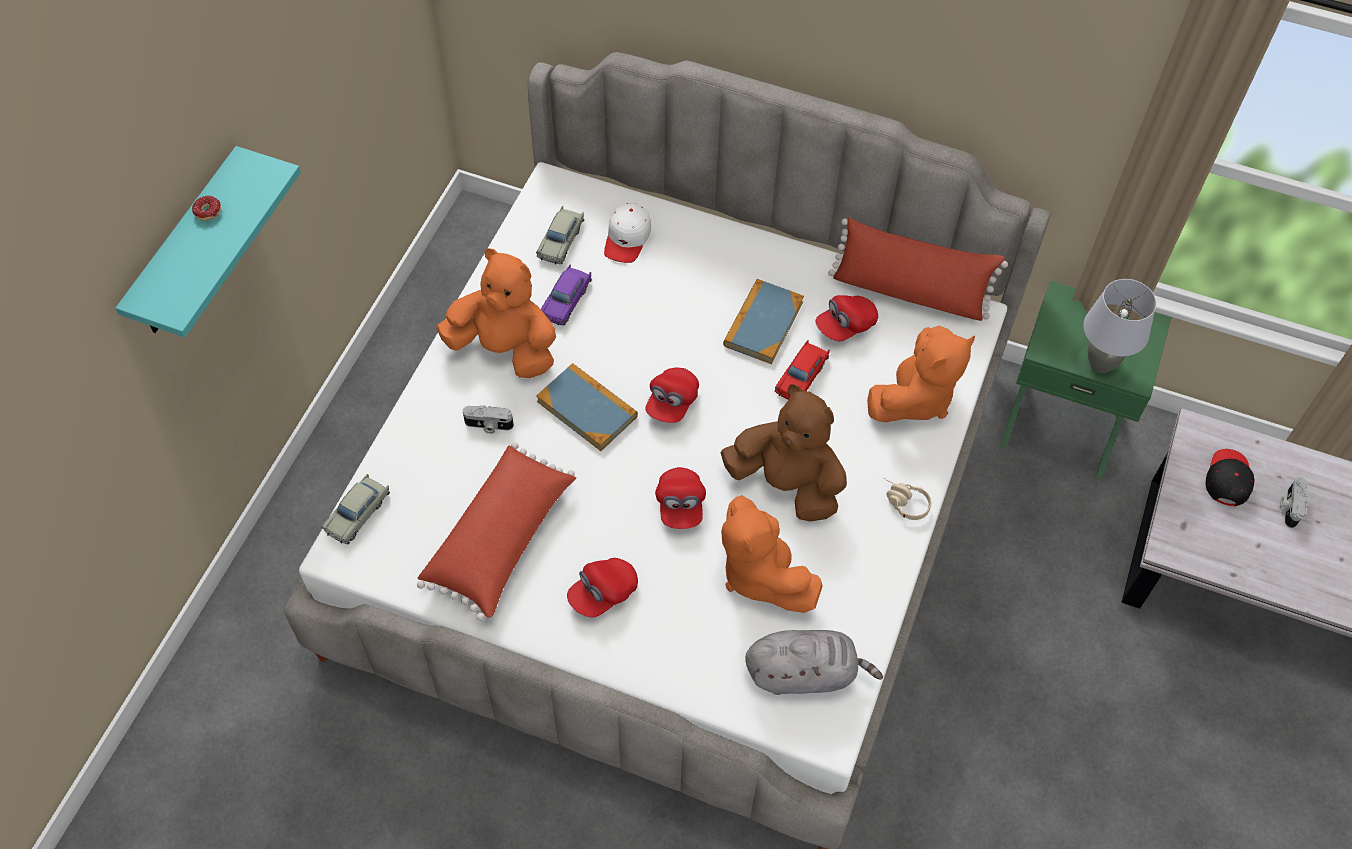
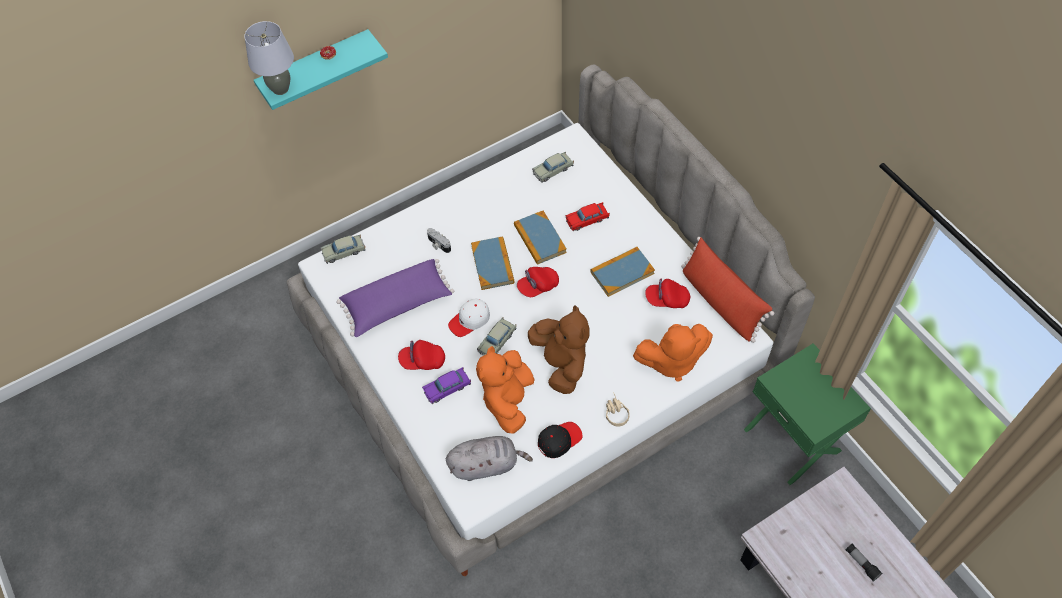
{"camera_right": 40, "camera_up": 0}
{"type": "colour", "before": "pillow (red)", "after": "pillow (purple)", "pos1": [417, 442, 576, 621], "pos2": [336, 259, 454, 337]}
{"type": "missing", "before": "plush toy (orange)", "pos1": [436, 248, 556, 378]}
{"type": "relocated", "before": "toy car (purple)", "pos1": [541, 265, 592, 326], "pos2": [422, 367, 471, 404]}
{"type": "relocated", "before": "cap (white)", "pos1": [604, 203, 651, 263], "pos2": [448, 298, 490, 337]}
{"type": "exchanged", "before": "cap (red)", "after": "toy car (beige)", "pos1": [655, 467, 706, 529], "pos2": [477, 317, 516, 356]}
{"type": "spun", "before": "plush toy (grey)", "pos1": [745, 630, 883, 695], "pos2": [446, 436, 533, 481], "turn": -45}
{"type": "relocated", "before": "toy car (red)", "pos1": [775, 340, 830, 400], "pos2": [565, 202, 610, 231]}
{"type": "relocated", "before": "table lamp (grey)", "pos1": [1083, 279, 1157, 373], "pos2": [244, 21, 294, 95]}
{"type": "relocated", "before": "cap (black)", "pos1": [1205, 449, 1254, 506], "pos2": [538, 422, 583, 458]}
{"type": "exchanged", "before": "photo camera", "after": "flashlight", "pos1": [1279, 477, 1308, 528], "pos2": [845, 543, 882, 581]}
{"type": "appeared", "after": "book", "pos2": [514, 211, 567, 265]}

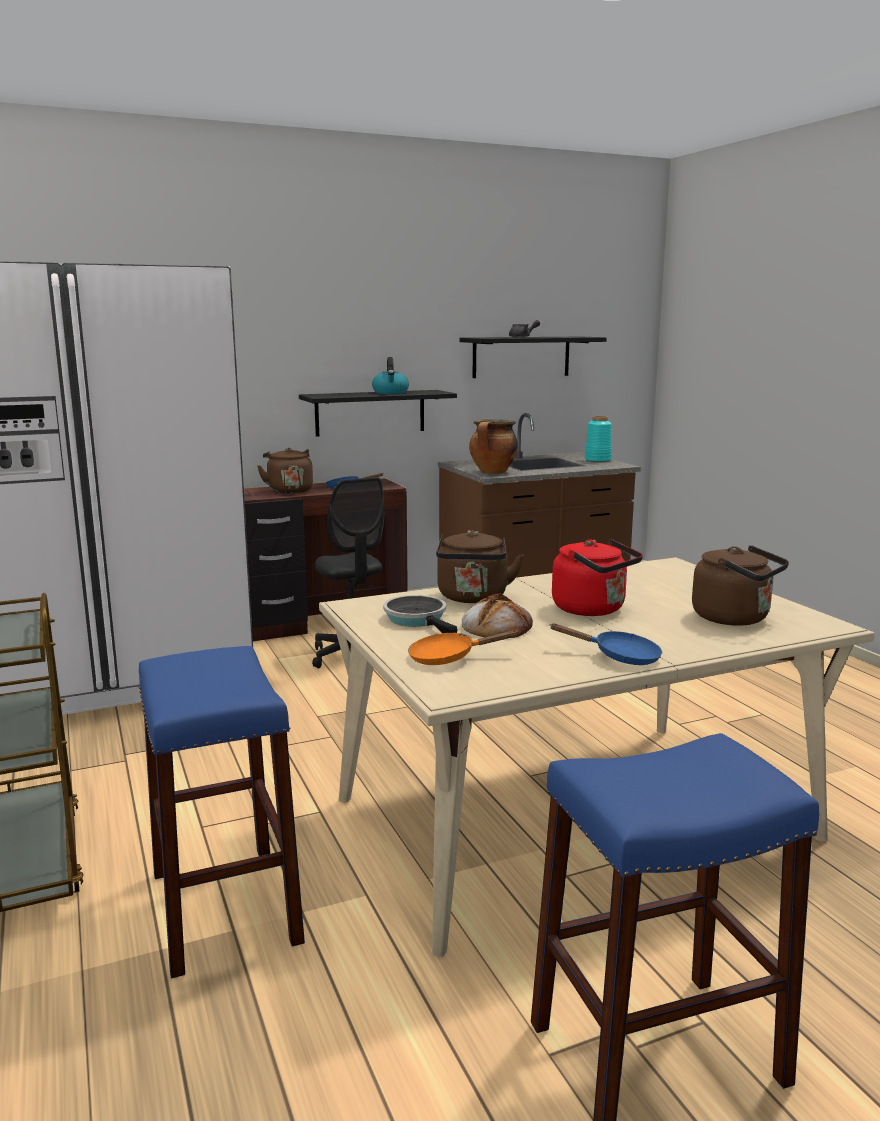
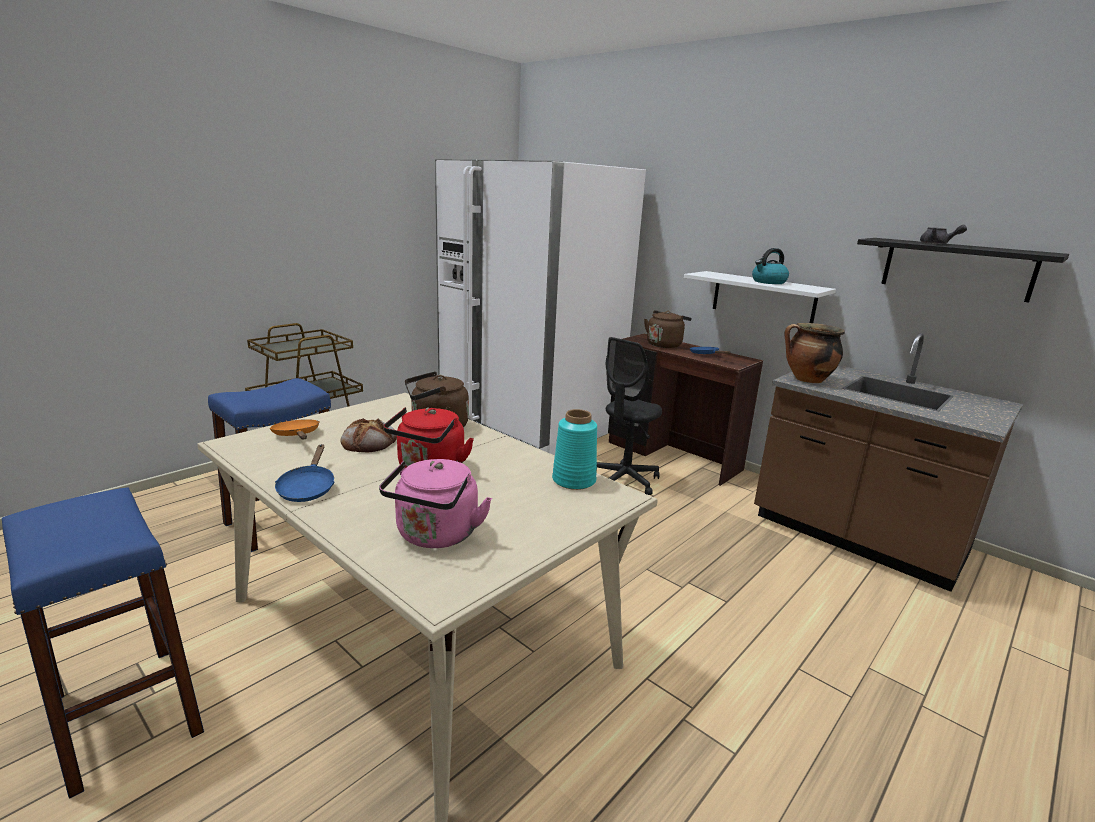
{"camera_right": 65, "camera_up": 5}
{"type": "colour", "before": "shelf (black)", "after": "shelf (white)", "pos1": [299, 390, 457, 437], "pos2": [684, 271, 836, 323]}
{"type": "missing", "before": "frying pan", "pos1": [383, 595, 457, 633]}
{"type": "relocated", "before": "vase (turquoise)", "pos1": [585, 416, 612, 462], "pos2": [552, 409, 597, 490]}
{"type": "colour", "before": "kettle (brown)", "after": "kettle (pink)", "pos1": [692, 545, 789, 626], "pos2": [379, 459, 492, 548]}

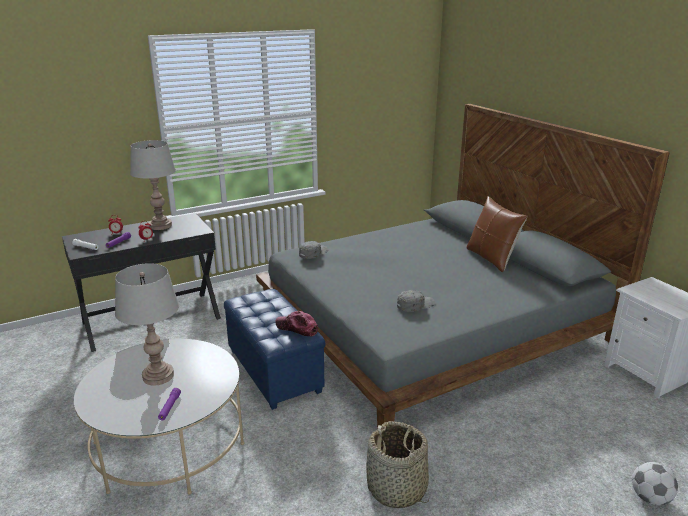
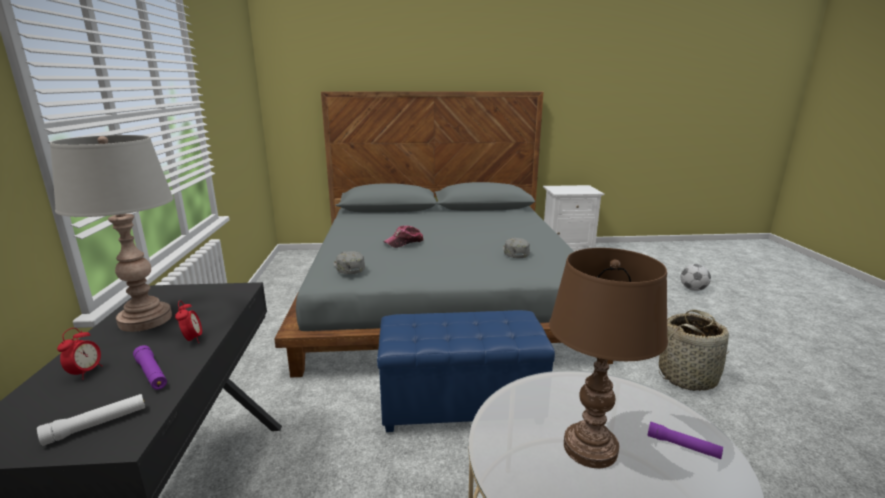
{"camera_right": -65, "camera_up": -5}
{"type": "colour", "before": "table lamp (grey)", "after": "table lamp (brown)", "pos1": [115, 263, 179, 385], "pos2": [549, 248, 668, 468]}
{"type": "relocated", "before": "cap", "pos1": [275, 311, 318, 336], "pos2": [383, 226, 424, 248]}
{"type": "missing", "before": "pillow (brown)", "pos1": [467, 196, 527, 272]}

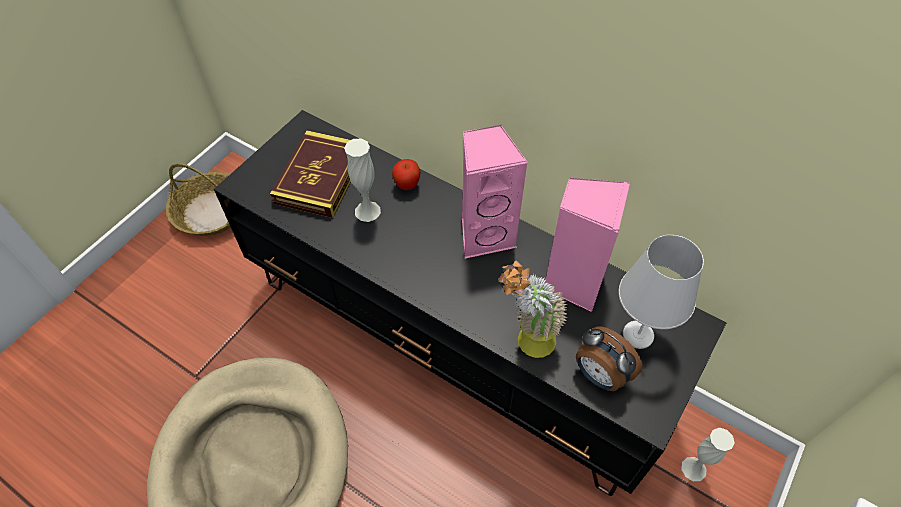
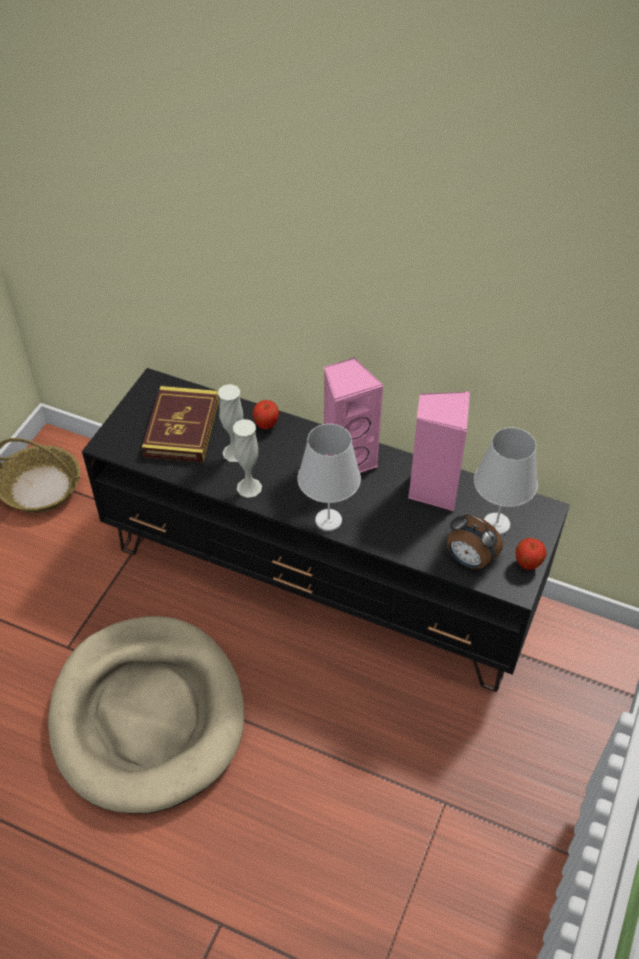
{"camera_right": -10, "camera_up": -5}
{"type": "missing", "before": "potted plant", "pos1": [498, 261, 567, 358]}
{"type": "relocated", "before": "vase (white)", "pos1": [681, 428, 735, 481], "pos2": [233, 419, 262, 498]}
{"type": "appeared", "after": "table lamp (white)", "pos2": [297, 424, 361, 531]}
{"type": "appeared", "after": "apple", "pos2": [516, 538, 547, 570]}

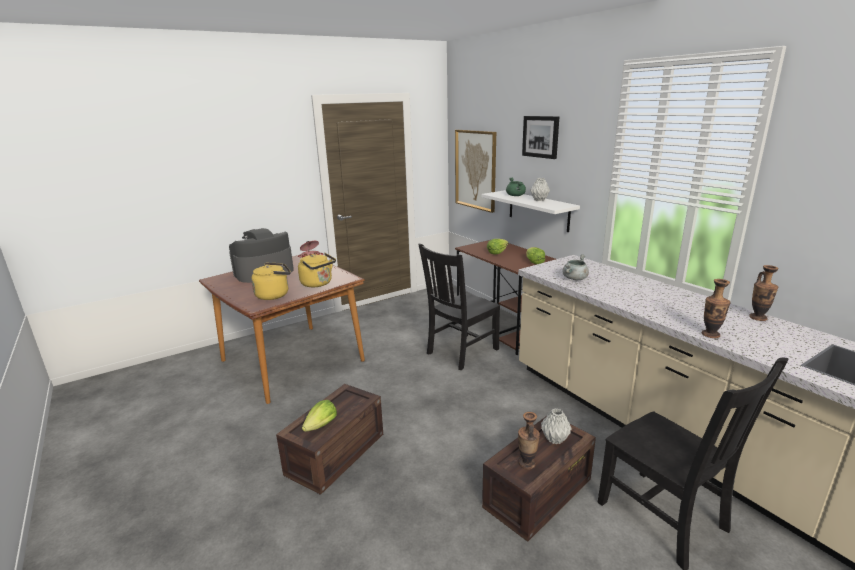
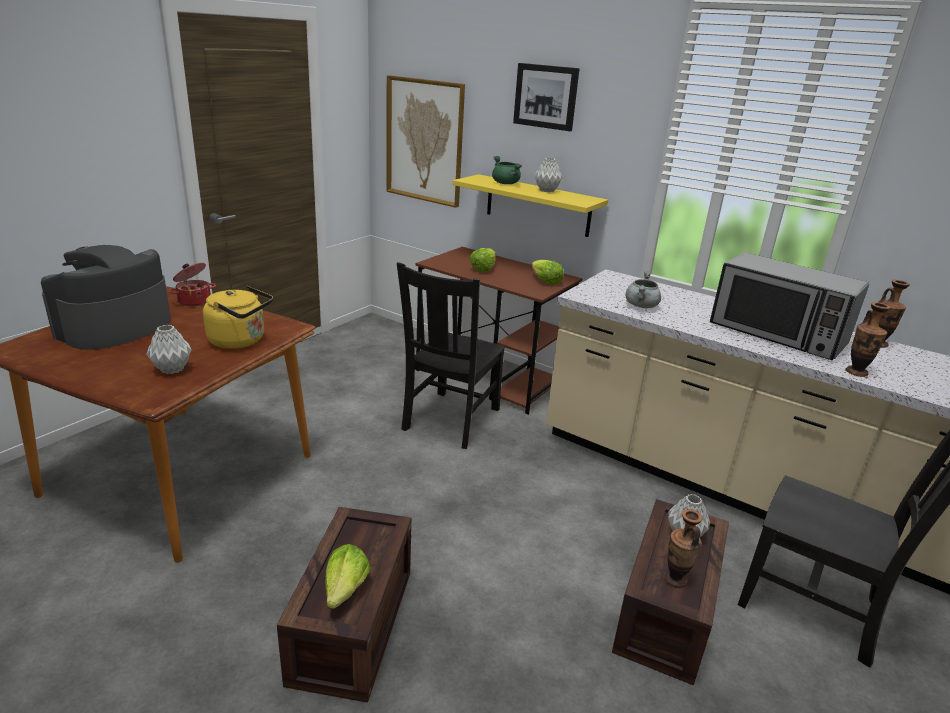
{"camera_right": -25, "camera_up": 5}
{"type": "exchanged", "before": "kettle (yellow)", "after": "vase (grey)", "pos1": [251, 263, 291, 300], "pos2": [146, 325, 192, 374]}
{"type": "colour", "before": "shelf (white)", "after": "shelf (yellow)", "pos1": [481, 190, 580, 232], "pos2": [452, 174, 608, 237]}
{"type": "appeared", "after": "microwave", "pos2": [710, 253, 869, 360]}

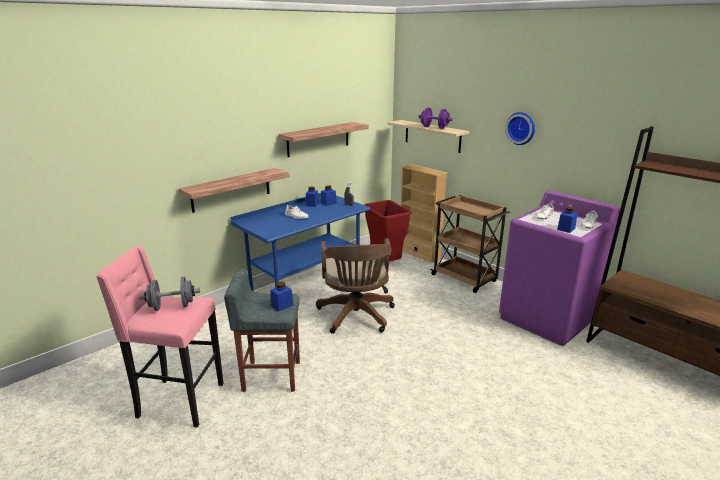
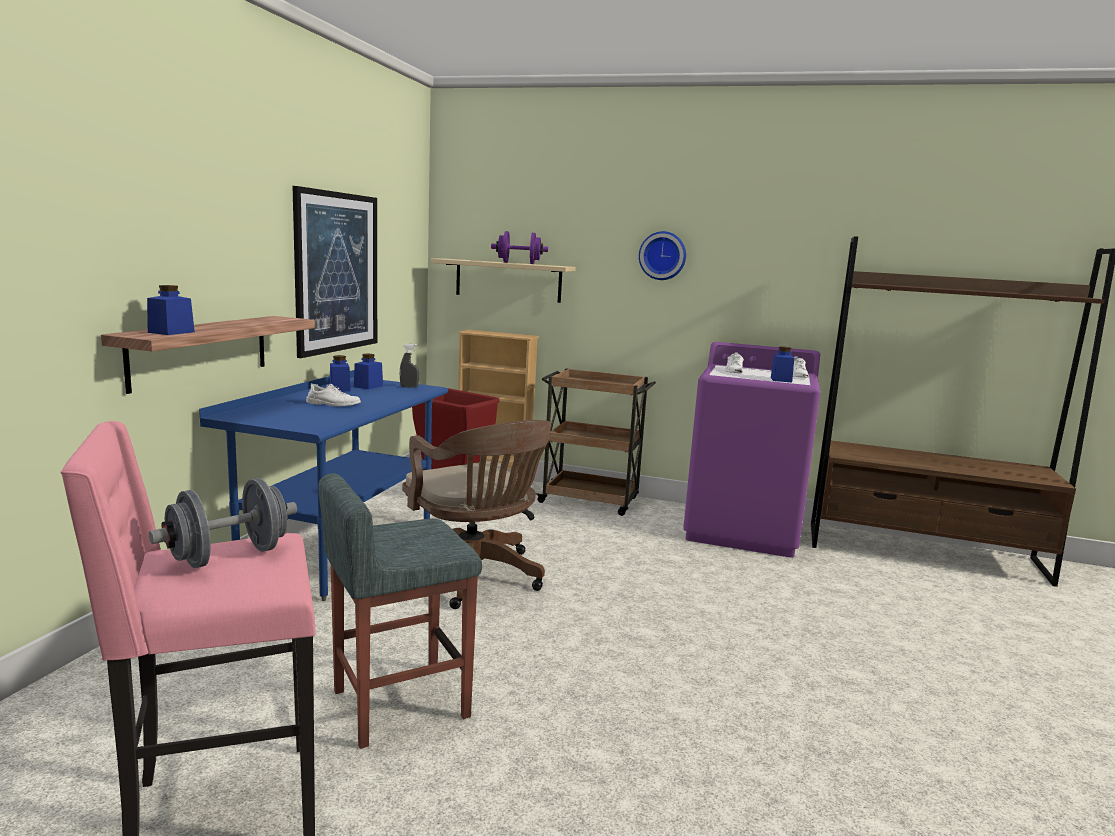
{"camera_right": -30, "camera_up": -10}
{"type": "relocated", "before": "jar (blue)", "pos1": [270, 281, 294, 312], "pos2": [147, 285, 195, 335]}
{"type": "exchanged", "before": "shelf", "after": "picture", "pos1": [278, 122, 369, 157], "pos2": [292, 186, 377, 358]}

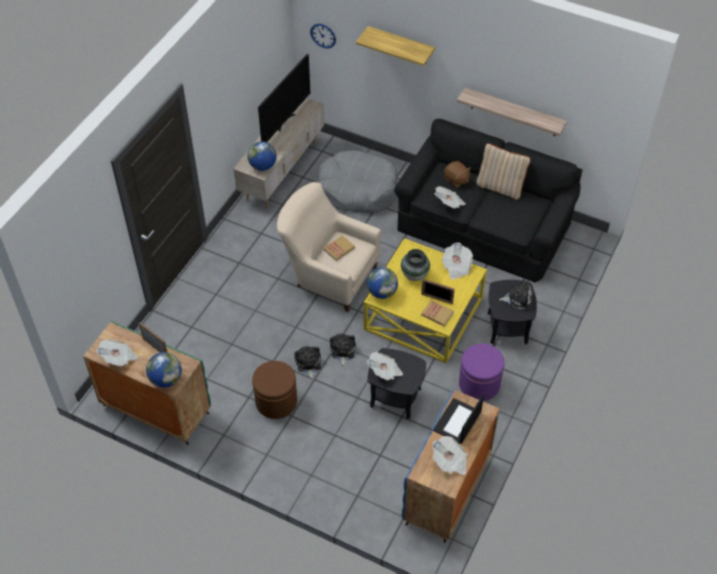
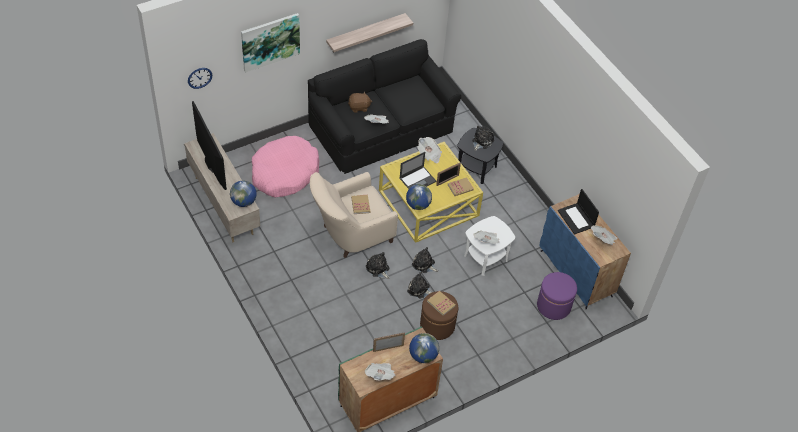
{"camera_right": -60, "camera_up": 0}
{"type": "colour", "before": "dog bed (grey)", "after": "dog bed (pink)", "pos1": [317, 150, 397, 213], "pos2": [252, 136, 319, 197]}
{"type": "exchanged", "before": "shelf", "after": "picture", "pos1": [356, 26, 435, 66], "pos2": [241, 13, 300, 73]}
{"type": "colour", "before": "side table (black)", "after": "side table (white)", "pos1": [367, 348, 426, 419], "pos2": [464, 216, 515, 276]}
{"type": "exchanged", "before": "vase", "after": "laptop", "pos1": [401, 249, 430, 281], "pos2": [399, 152, 436, 189]}
{"type": "relocated", "before": "ottoman (purple)", "pos1": [459, 344, 505, 401], "pos2": [537, 272, 577, 320]}
{"type": "missing", "before": "pillow (beige)", "pos1": [476, 143, 531, 200]}
{"type": "appeared", "after": "plush toy", "pos2": [366, 252, 389, 279]}
{"type": "appeared", "after": "book", "pos2": [427, 291, 456, 316]}

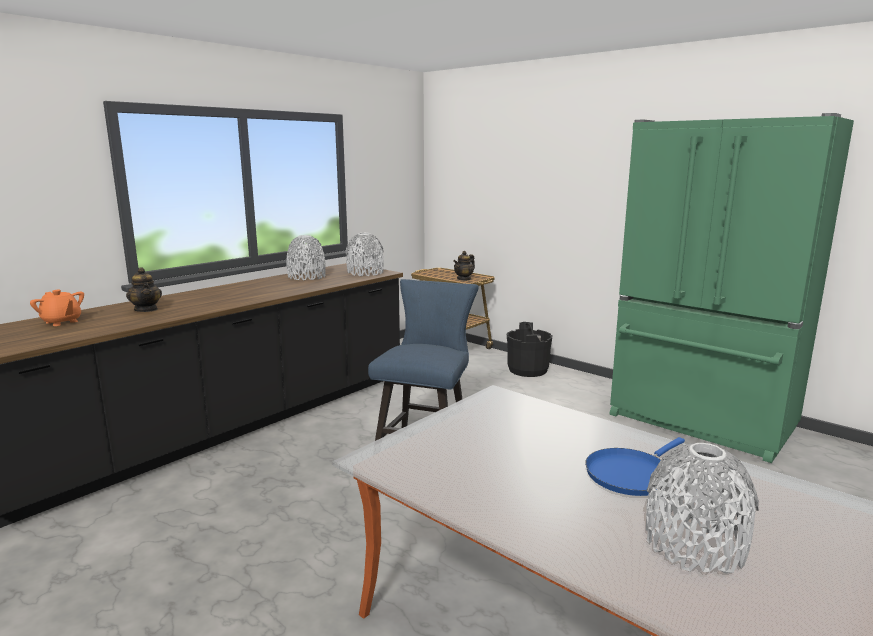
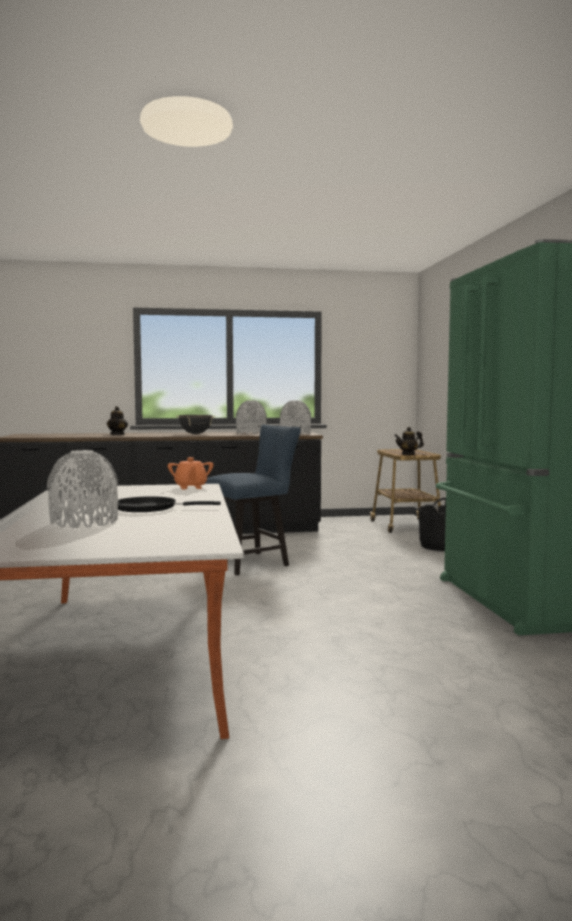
{"camera_right": 40, "camera_up": -10}
{"type": "relocated", "before": "teapot (orange)", "pos1": [30, 290, 84, 326], "pos2": [168, 457, 213, 489]}
{"type": "colour", "before": "frying pan (blue)", "after": "frying pan (black)", "pos1": [585, 437, 685, 496], "pos2": [118, 496, 221, 512]}
{"type": "appeared", "after": "cooking pot (black)", "pos2": [176, 415, 215, 434]}

